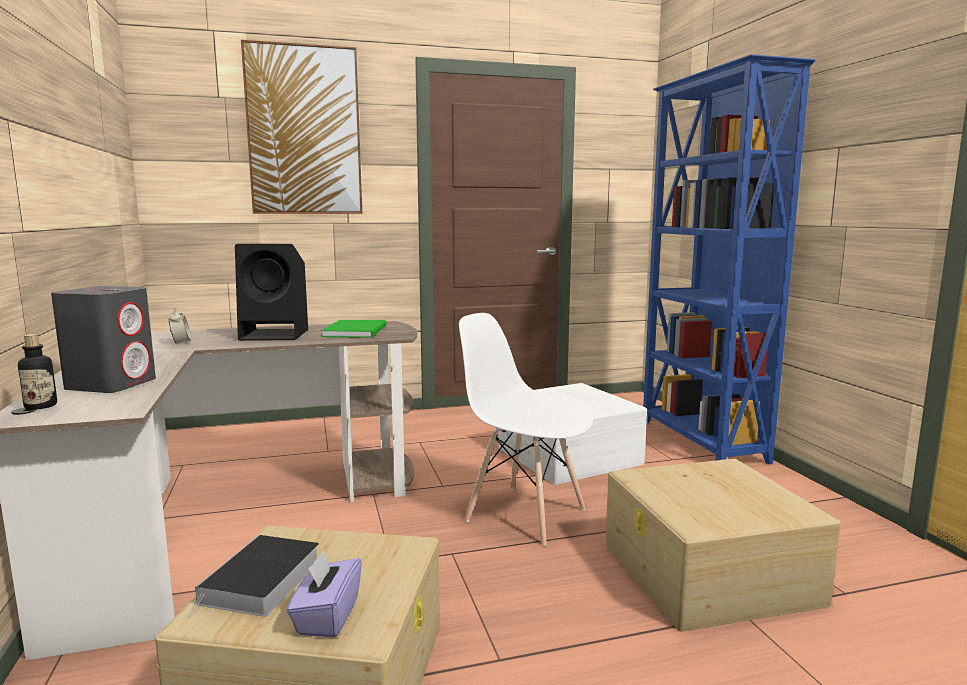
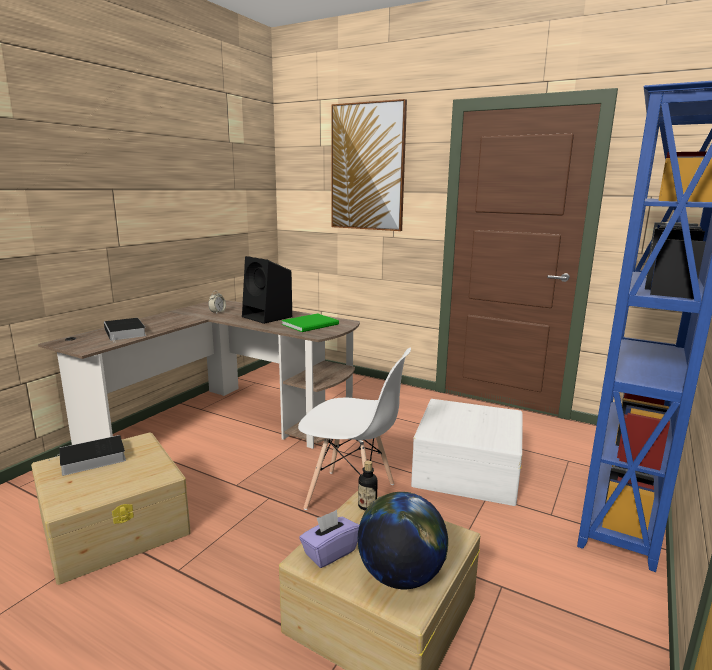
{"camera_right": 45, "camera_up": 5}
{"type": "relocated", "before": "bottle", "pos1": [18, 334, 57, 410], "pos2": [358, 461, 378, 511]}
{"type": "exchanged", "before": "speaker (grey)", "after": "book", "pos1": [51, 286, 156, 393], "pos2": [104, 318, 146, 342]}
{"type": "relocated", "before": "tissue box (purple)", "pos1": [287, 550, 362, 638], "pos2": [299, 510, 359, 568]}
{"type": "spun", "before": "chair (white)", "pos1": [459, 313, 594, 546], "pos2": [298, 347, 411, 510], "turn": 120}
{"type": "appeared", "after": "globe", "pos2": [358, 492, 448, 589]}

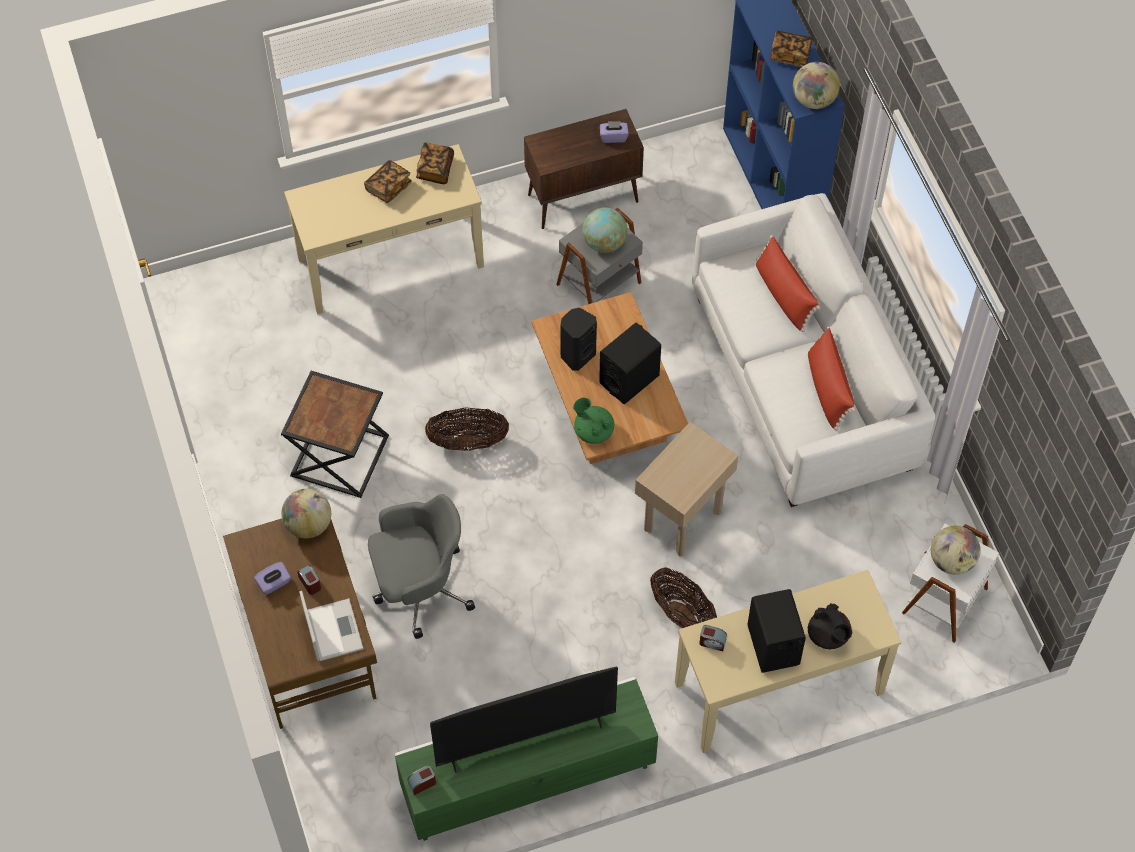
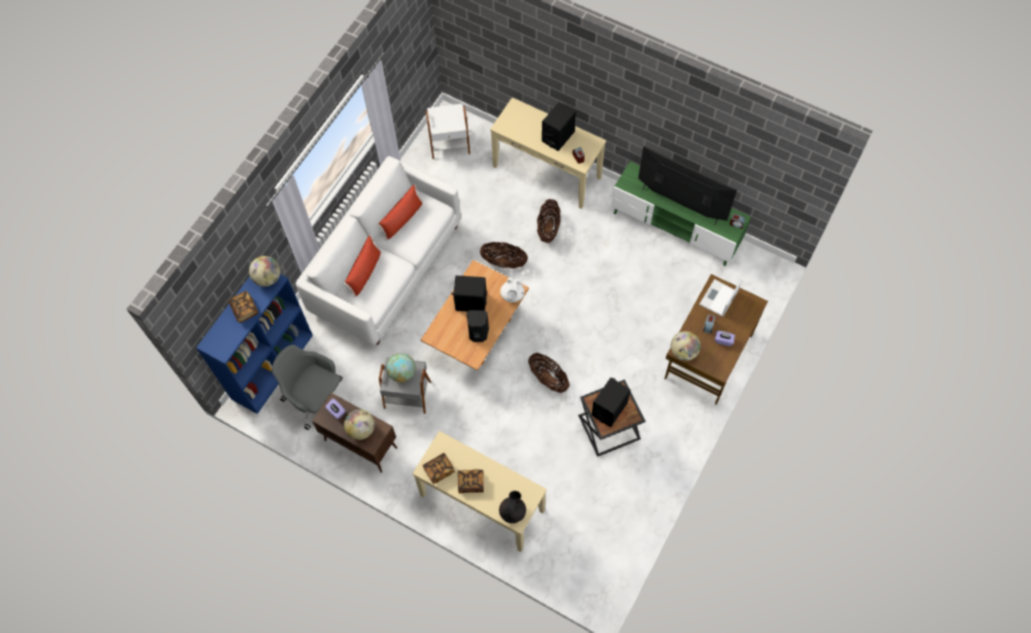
{"camera_right": -130, "camera_up": 5}
{"type": "relocated", "before": "office chair (grey)", "pos1": [368, 494, 475, 639], "pos2": [272, 345, 343, 430]}
{"type": "colour", "before": "teapot (green)", "after": "teapot (white)", "pos1": [573, 397, 614, 444], "pos2": [500, 278, 524, 302]}
{"type": "exchanged", "before": "side table (beige)", "after": "basket", "pos1": [635, 422, 738, 557], "pos2": [480, 242, 528, 269]}
{"type": "relocated", "before": "teapot (black)", "pos1": [808, 603, 852, 649], "pos2": [499, 491, 526, 523]}
{"type": "relocated", "before": "globe", "pos1": [931, 526, 981, 575], "pos2": [344, 410, 375, 440]}
{"type": "appeared", "after": "speaker (black)", "pos2": [592, 378, 630, 427]}

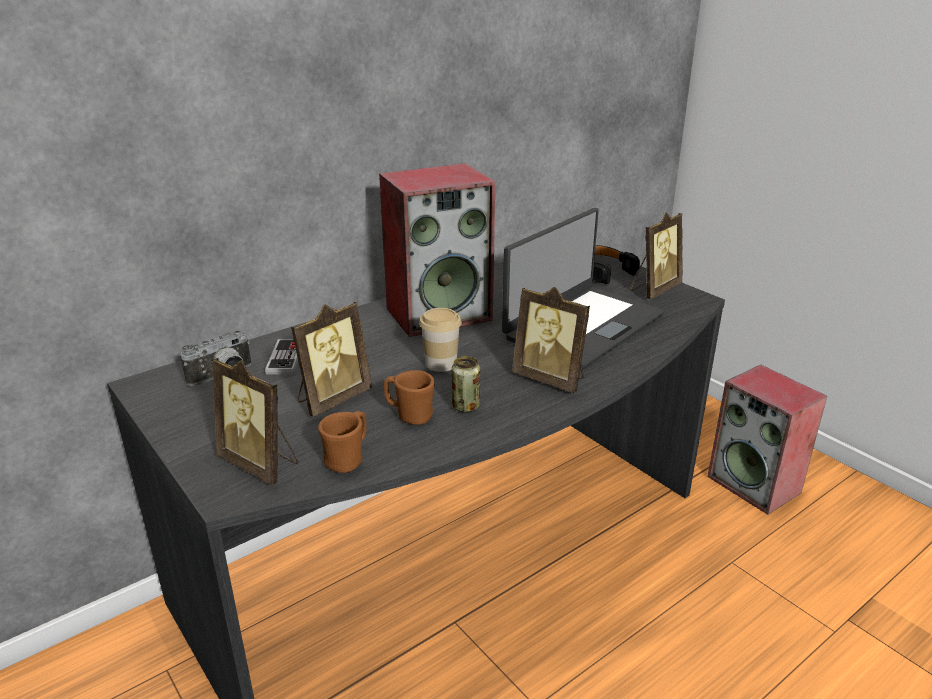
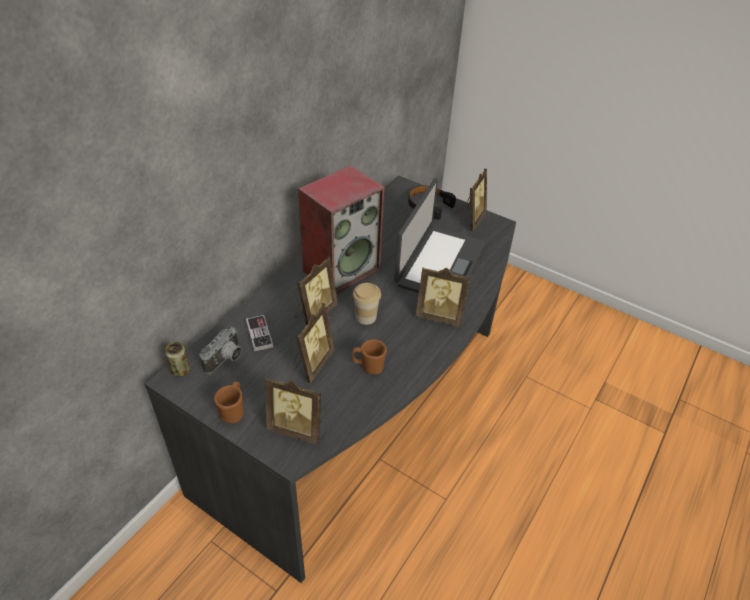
{"camera_right": -20, "camera_up": 15}
{"type": "relocated", "before": "mug (brown)", "pos1": [318, 411, 366, 473], "pos2": [214, 381, 244, 423]}
{"type": "relocated", "before": "can", "pos1": [452, 356, 480, 413], "pos2": [165, 342, 190, 377]}
{"type": "missing", "before": "speaker", "pos1": [707, 365, 827, 515]}
{"type": "appeared", "after": "picture frame", "pos2": [295, 256, 338, 326]}

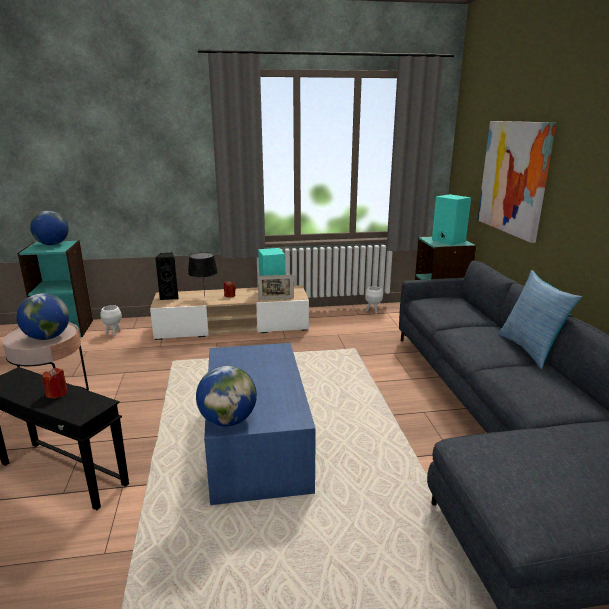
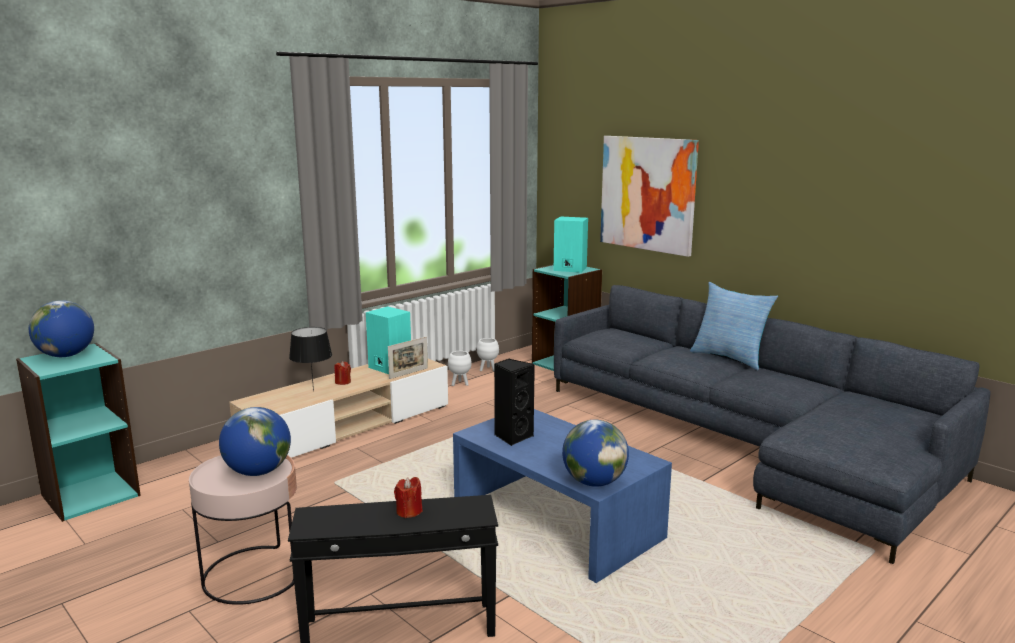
{"camera_right": -35, "camera_up": -5}
{"type": "relocated", "before": "planter (white)", "pos1": [100, 305, 122, 336], "pos2": [448, 351, 472, 386]}
{"type": "relocated", "before": "speaker (black)", "pos1": [155, 253, 179, 300], "pos2": [494, 358, 535, 446]}

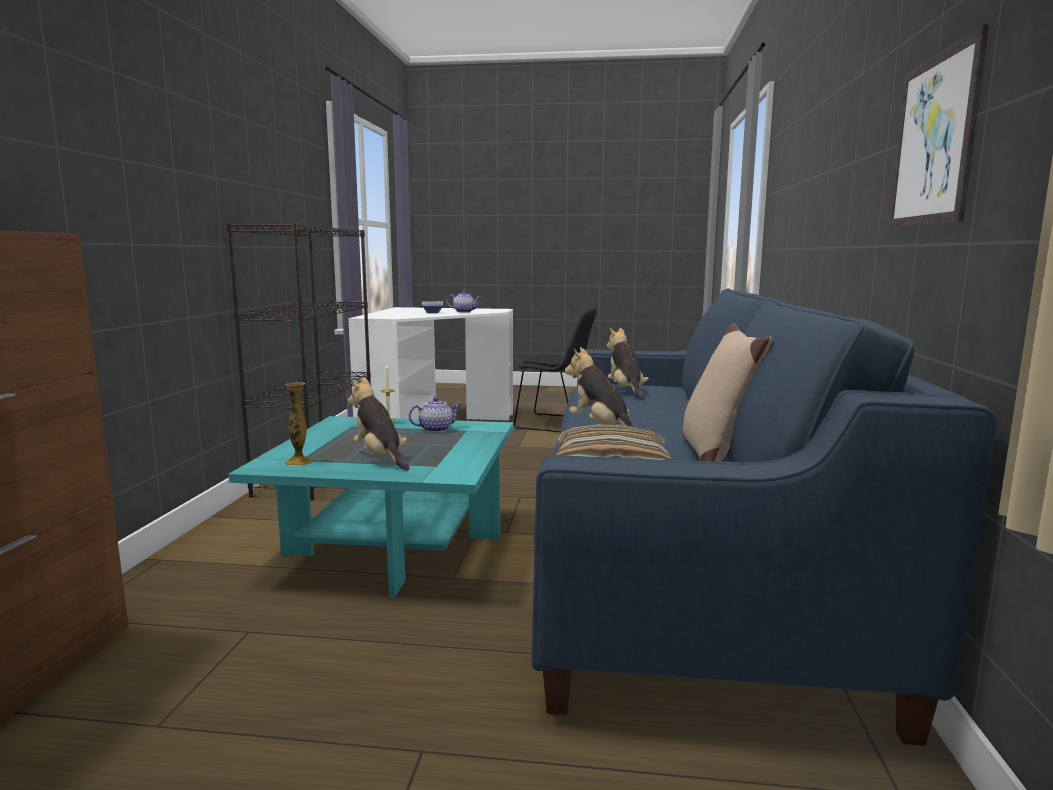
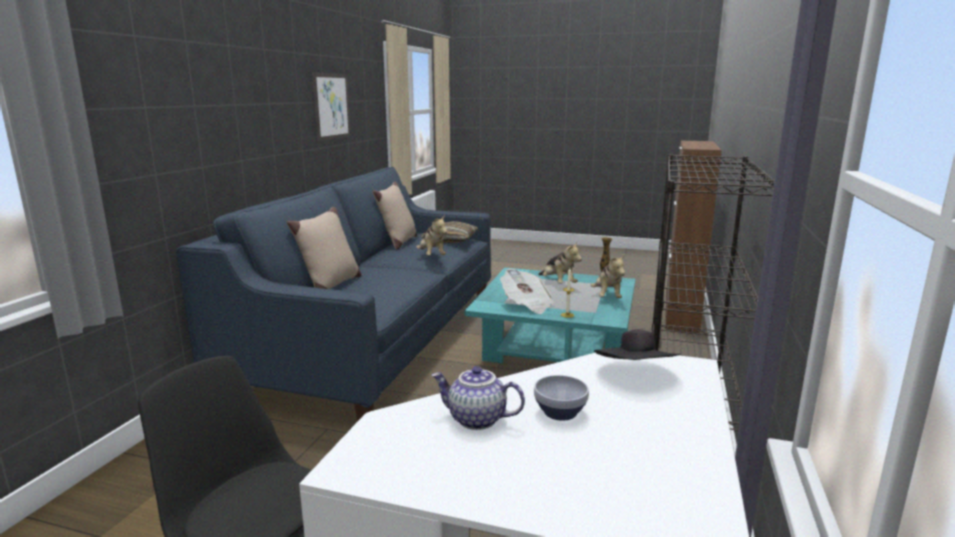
{"camera_right": -170, "camera_up": 5}
{"type": "exchanged", "before": "teapot", "after": "newspaper", "pos1": [409, 397, 462, 432], "pos2": [500, 269, 554, 314]}
{"type": "relocated", "before": "plush toy", "pos1": [607, 328, 649, 400], "pos2": [591, 254, 625, 298]}
{"type": "appeared", "after": "pillow (beige)", "pos2": [287, 207, 362, 289]}
{"type": "appeared", "after": "hat (black)", "pos2": [594, 329, 681, 360]}

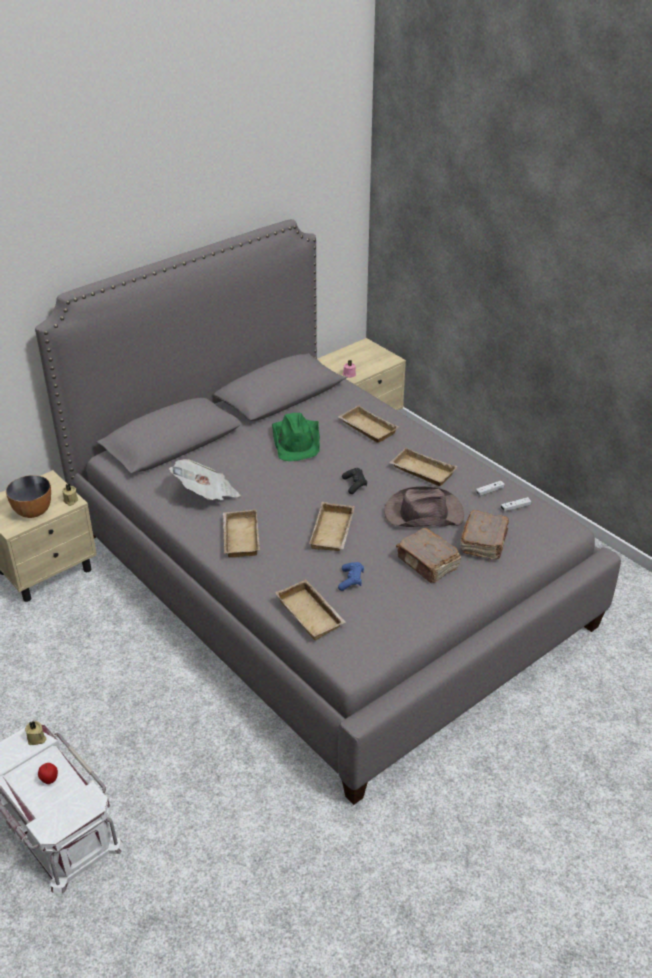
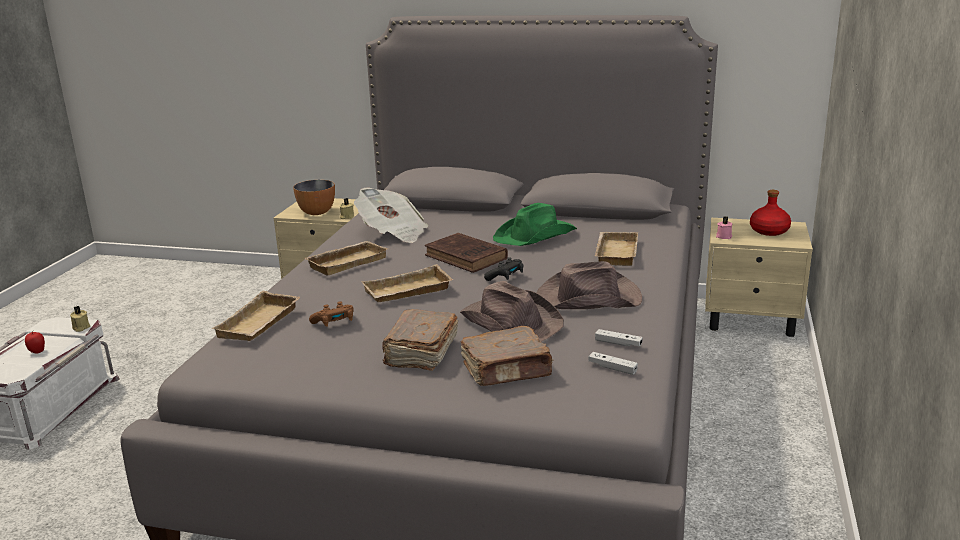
{"camera_right": 55, "camera_up": -15}
{"type": "colour", "before": "game controller (blue)", "after": "game controller (brown)", "pos1": [338, 562, 364, 591], "pos2": [309, 301, 354, 327]}
{"type": "exchanged", "before": "tray (beige)", "after": "hat (brown)", "pos1": [389, 447, 458, 486], "pos2": [537, 261, 642, 309]}
{"type": "appeared", "after": "book (brown)", "pos2": [425, 233, 508, 273]}
{"type": "appeared", "after": "bottle (red)", "pos2": [750, 190, 791, 236]}

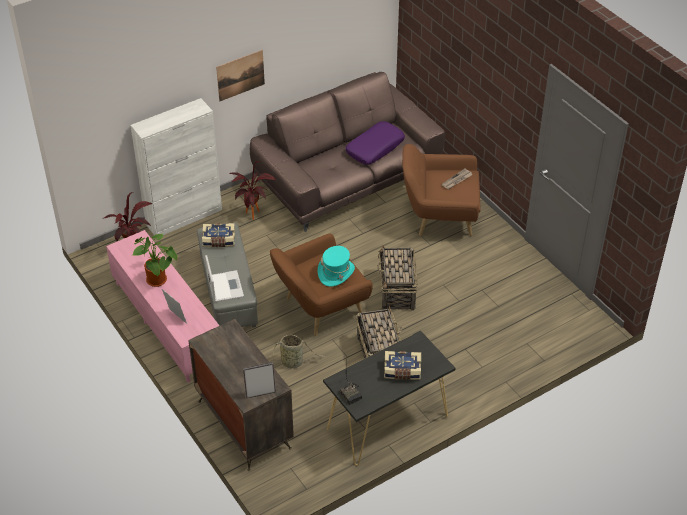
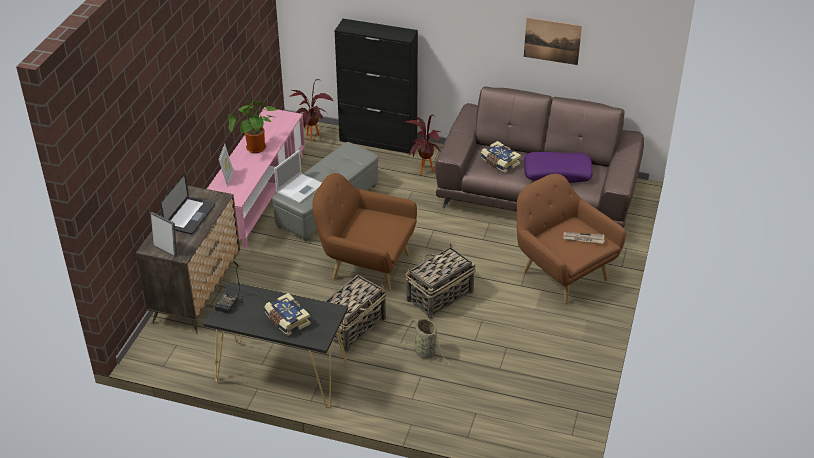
{"camera_right": 50, "camera_up": -5}
{"type": "colour", "before": "cabinet (white)", "after": "cabinet (black)", "pos1": [130, 98, 222, 235], "pos2": [334, 19, 418, 154]}
{"type": "relocated", "before": "book", "pos1": [202, 223, 235, 247], "pos2": [481, 141, 521, 173]}
{"type": "relocated", "before": "picture", "pos1": [216, 50, 265, 101], "pos2": [524, 18, 582, 65]}
{"type": "relocated", "before": "basket", "pos1": [271, 334, 325, 368], "pos2": [400, 319, 453, 367]}
{"type": "missing", "before": "hat (turquoise)", "pos1": [318, 246, 355, 287]}
{"type": "appeared", "after": "laptop", "pos2": [160, 173, 215, 235]}

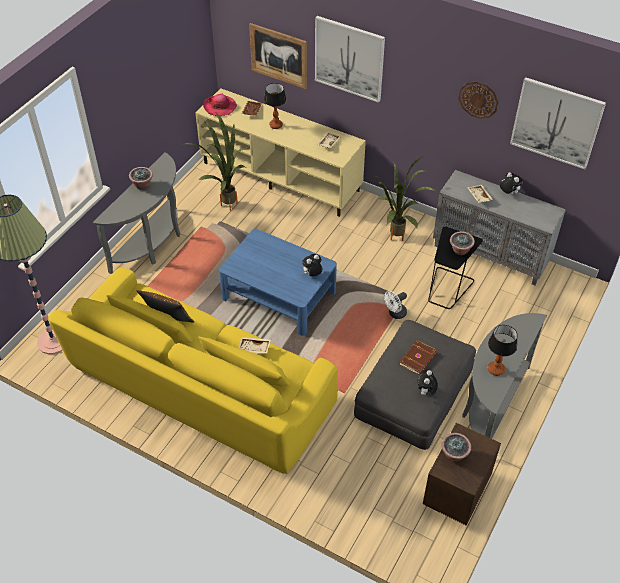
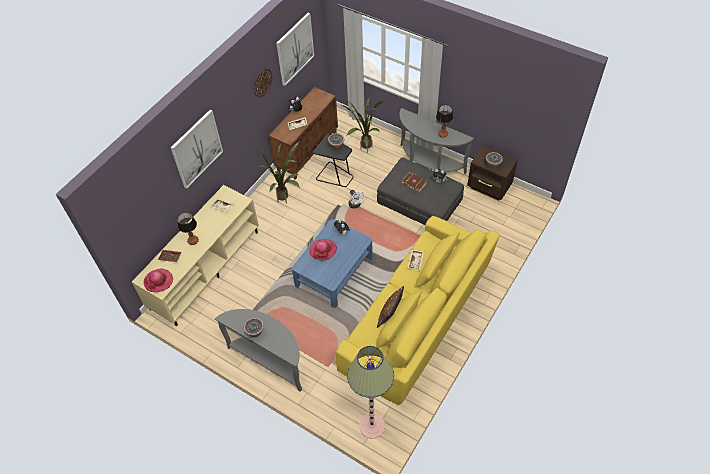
{"camera_right": -85, "camera_up": 5}
{"type": "relocated", "before": "potted plant", "pos1": [185, 113, 247, 211], "pos2": [340, 98, 386, 153]}
{"type": "missing", "before": "picture", "pos1": [249, 23, 307, 89]}
{"type": "colour", "before": "cabinet (grey)", "after": "cabinet (brown)", "pos1": [433, 170, 566, 285], "pos2": [269, 87, 338, 180]}
{"type": "appeared", "after": "hat", "pos2": [309, 239, 337, 260]}

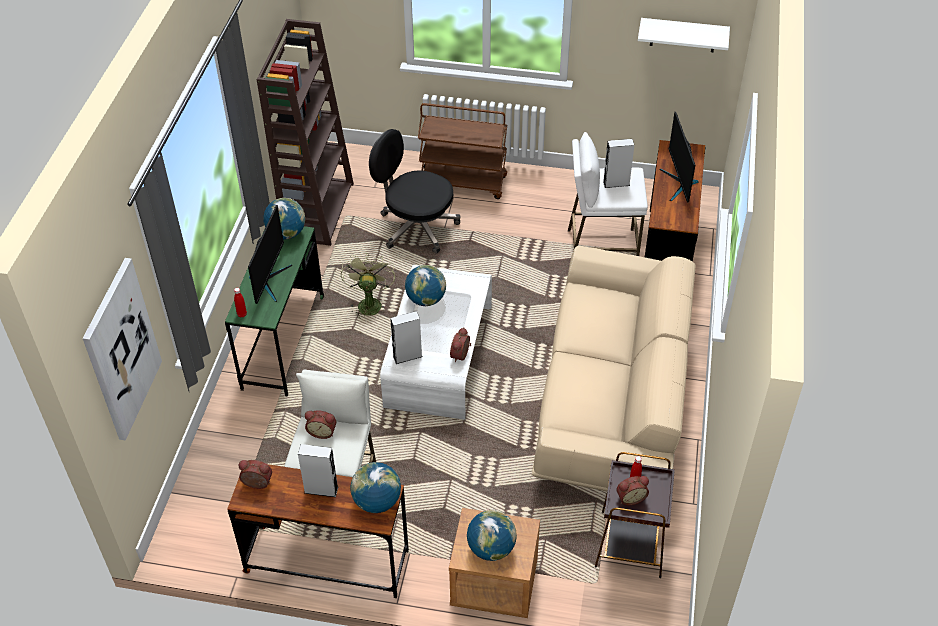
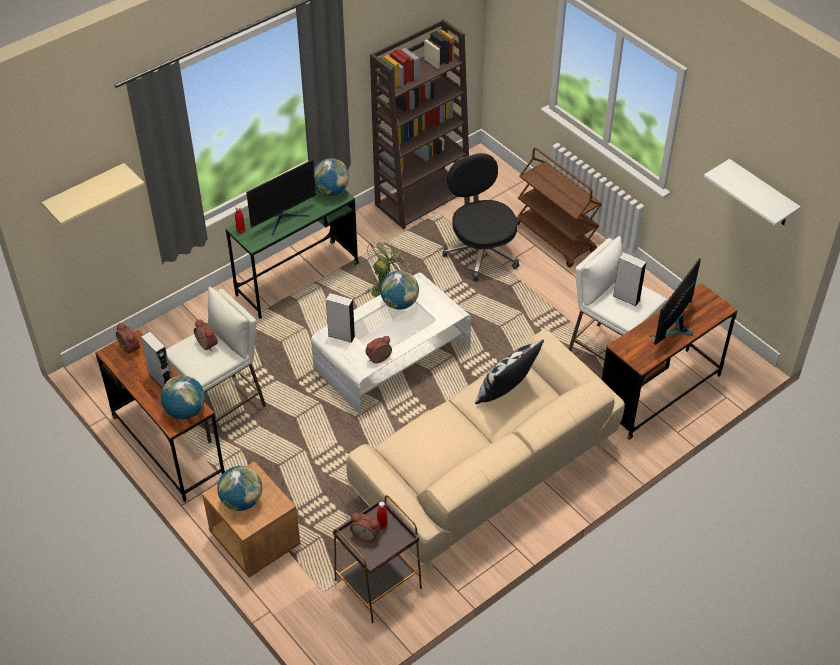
{"camera_right": 40, "camera_up": 0}
{"type": "exchanged", "before": "picture", "after": "shelf (beige)", "pos1": [82, 258, 162, 440], "pos2": [41, 163, 144, 225]}
{"type": "appeared", "after": "pillow", "pos2": [475, 340, 544, 404]}

